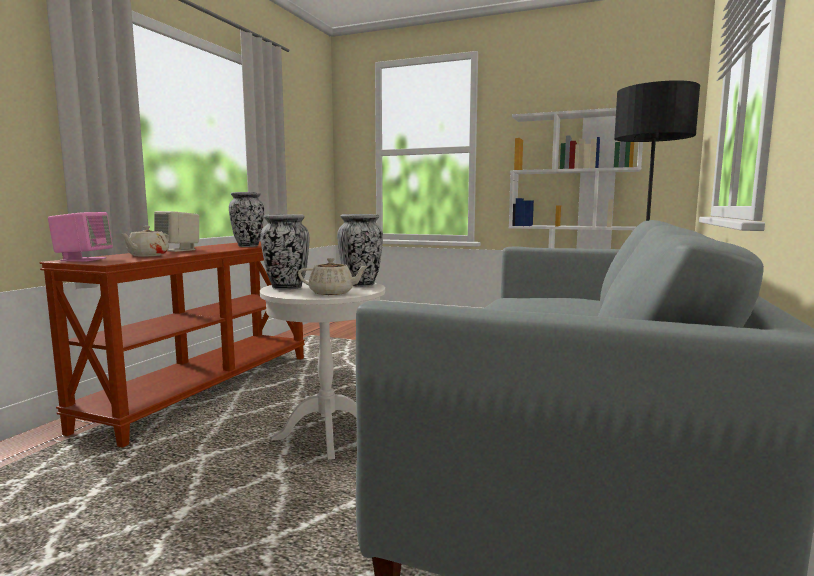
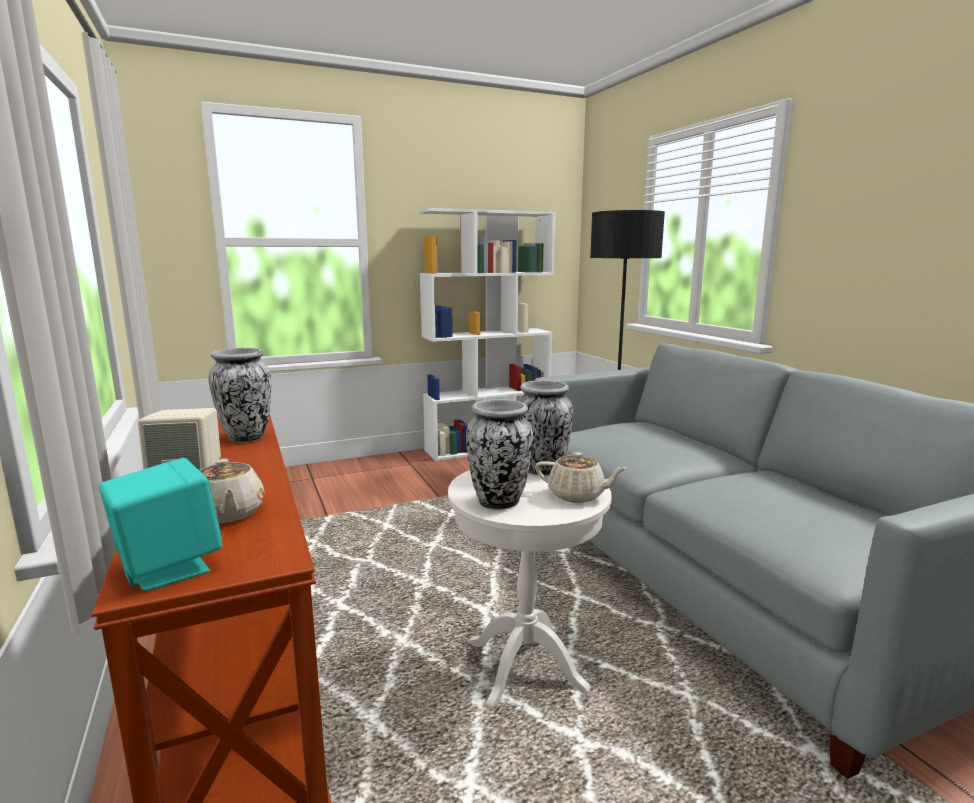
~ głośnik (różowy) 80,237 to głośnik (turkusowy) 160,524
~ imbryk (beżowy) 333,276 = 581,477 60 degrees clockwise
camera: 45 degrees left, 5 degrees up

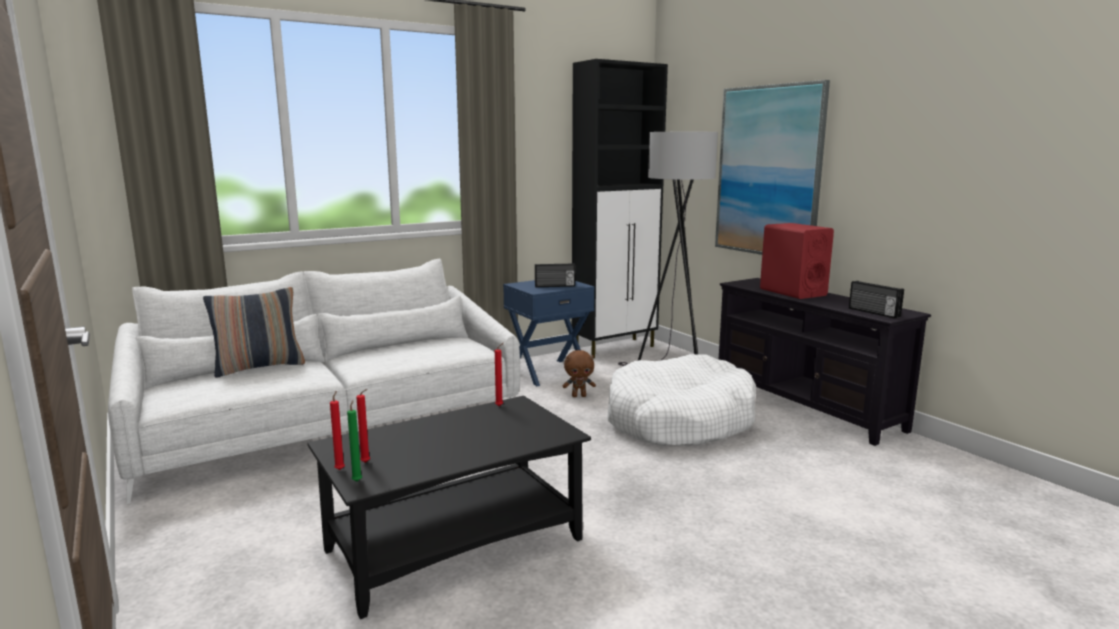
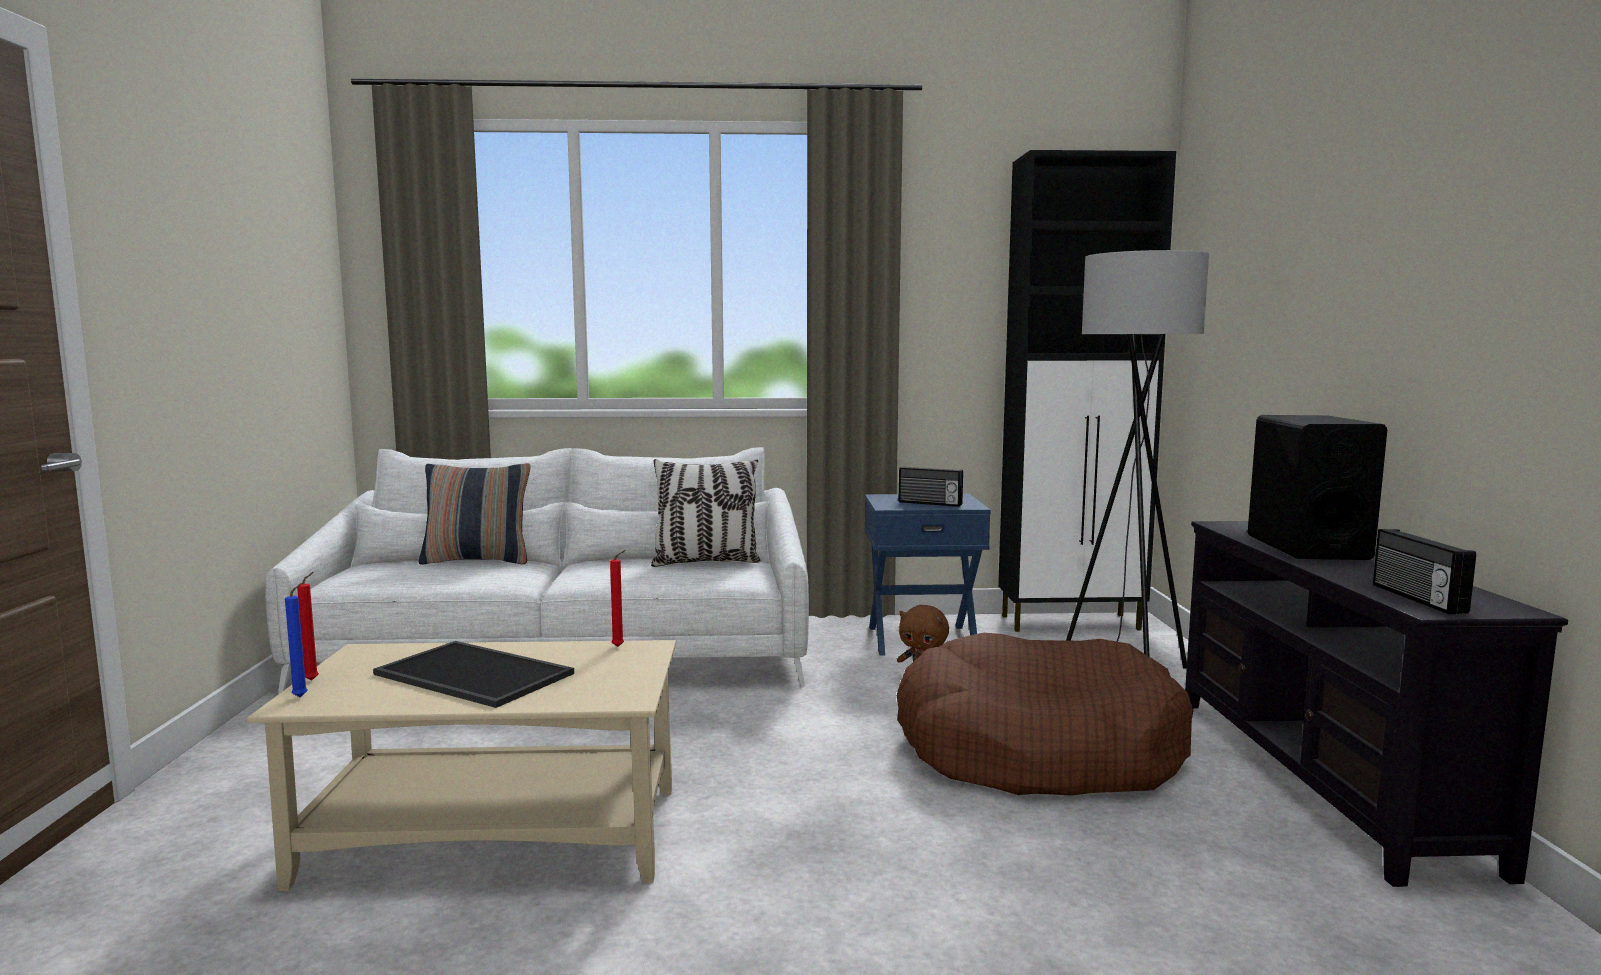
~ ława (czarny) 449,507 to ława (beżowy) 461,765
~ świeca (zielony) 354,441 to świeca (niebieski) 296,640
- świeca (czerwony) 363,426
~ legowisko (biały) 681,400 to legowisko (brązowy) 1045,714
- obraz 772,167
~ głośnik (czerwony) 797,261 to głośnik (czarny) 1317,487
+ taca 473,674
+ poduszka 706,513
camera: 30 degrees right, 5 degrees down

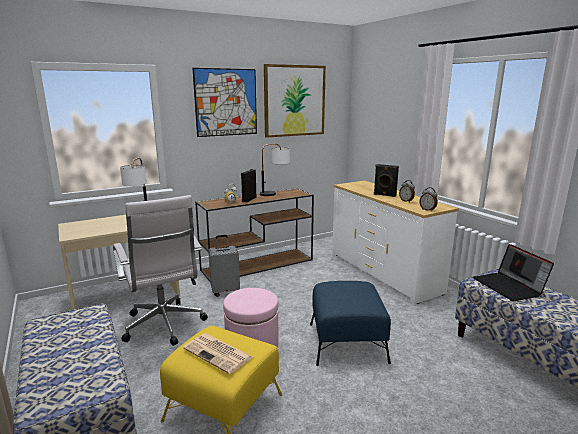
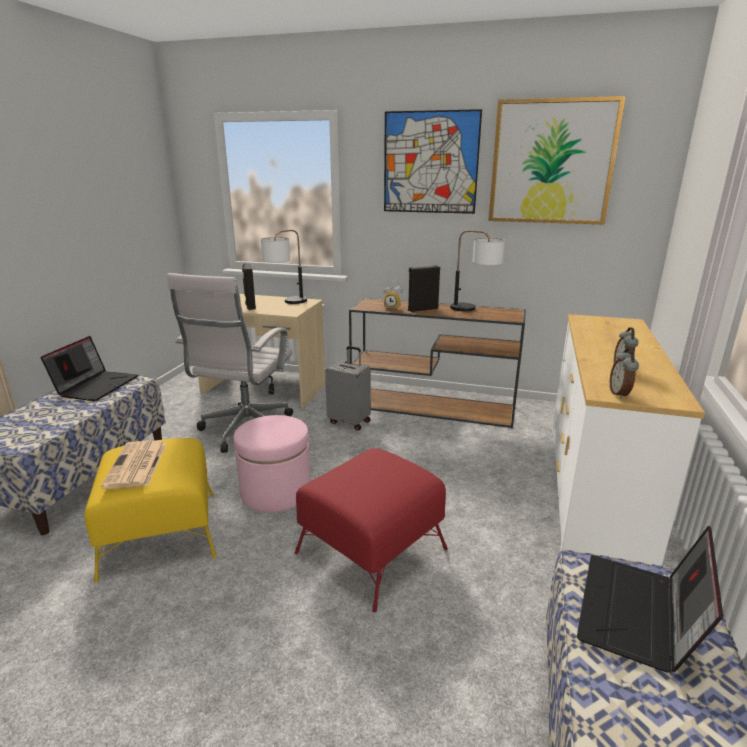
~ pufa (niebieski) 350,323 to pufa (czerwony) 371,530
~ głośnik (czarny) 386,180 to 249,286
+ laptop 89,368
camera: 45 degrees right, 5 degrees up

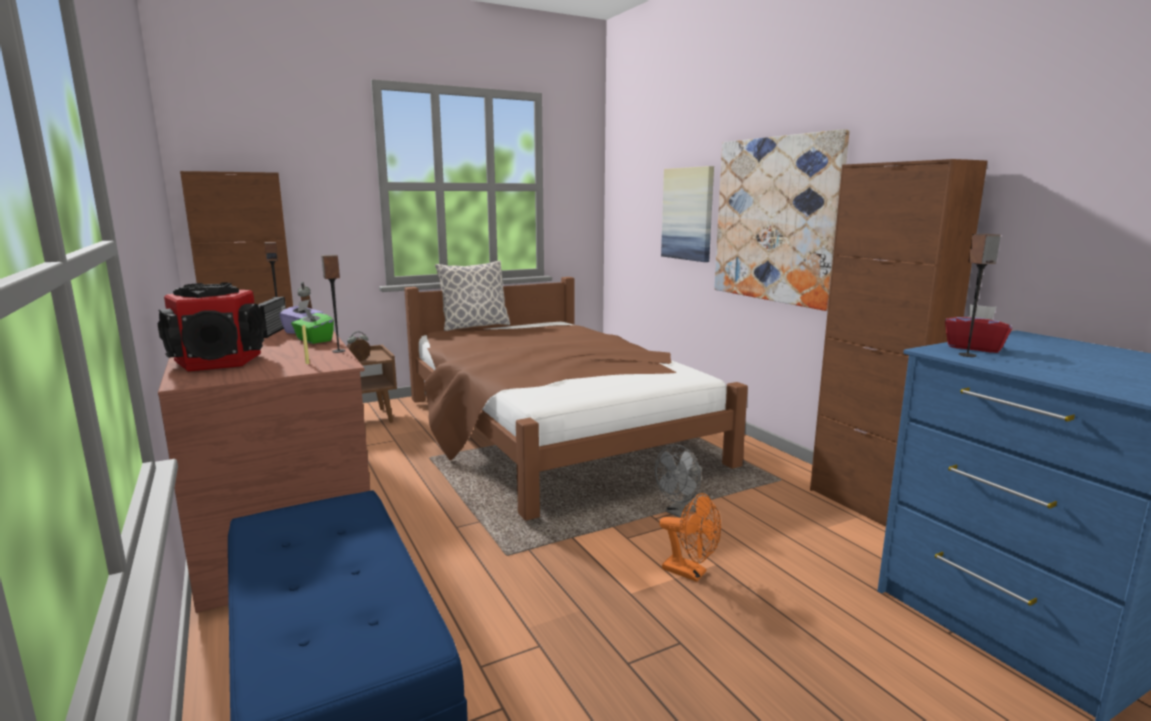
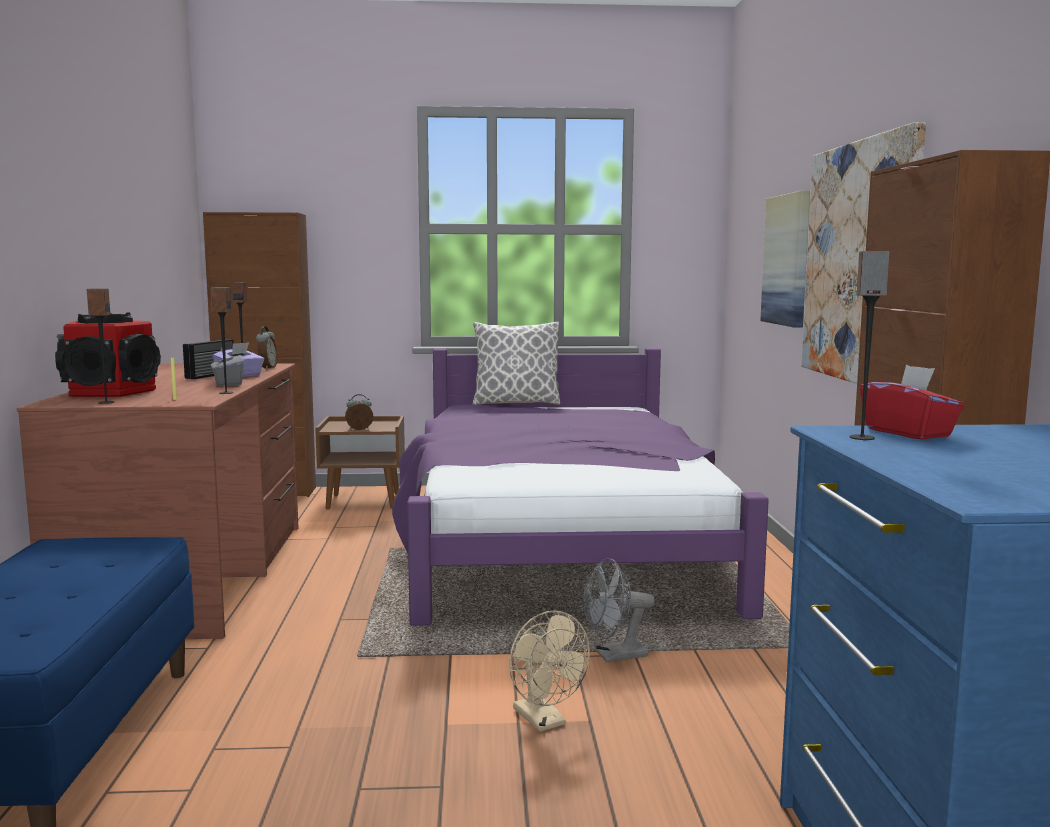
~ pudełko chusteczek (zielony) 312,325 to pudełko chusteczek (szary) 227,367
~ łóżko (brązowy) 576,399 to łóżko (fioletowy) 580,487
~ wentylator (pomarańczowy) 690,537 to wentylator (beżowy) 549,671
+ głośnik 100,346
camera: 25 degrees right, 5 degrees down

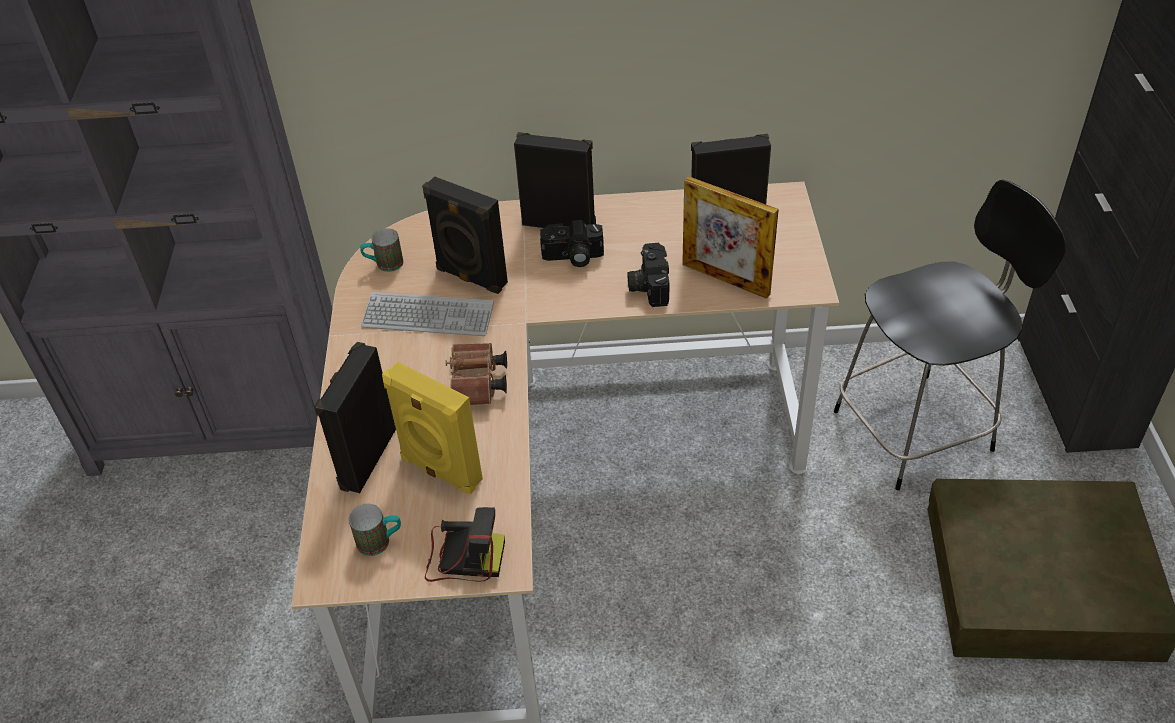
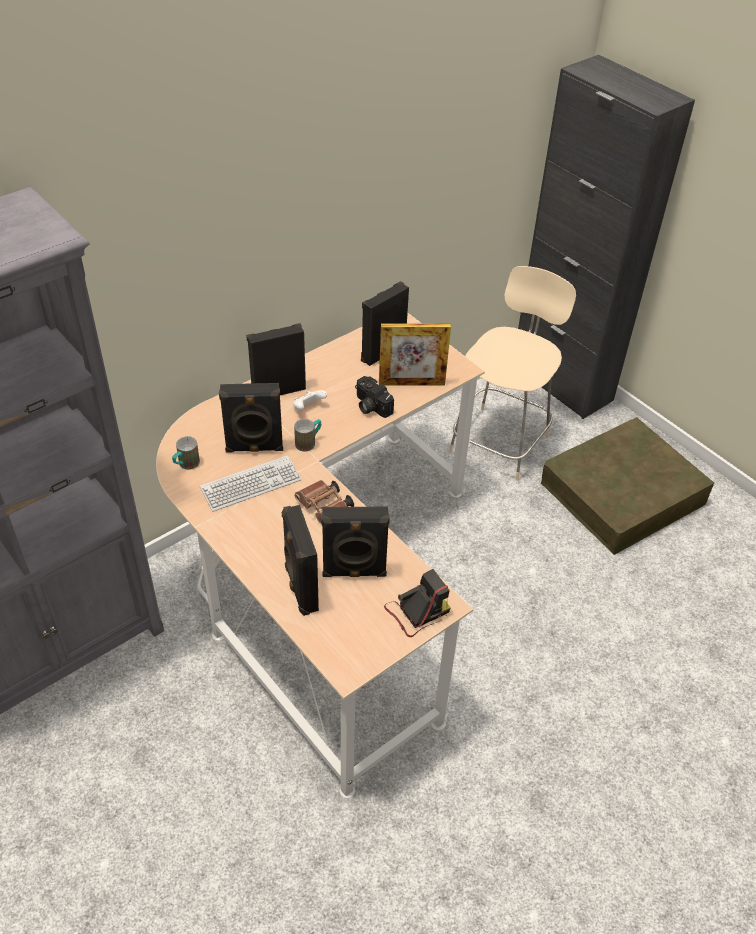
~ kubek 375,530 to 307,435
~ głośnik (żółty) 432,428 to głośnik (czarny) 355,542
~ aparat fotograficzny 572,243 to pad do gier (biały) 310,400
~ krzesło (czarny) 950,334 to krzesło (beżowy) 512,373
camera: 40 degrees left, 0 degrees up

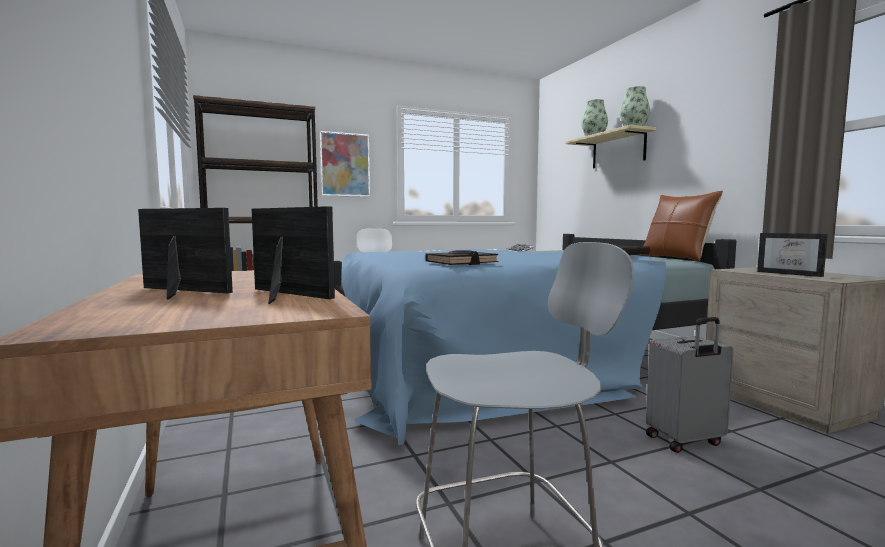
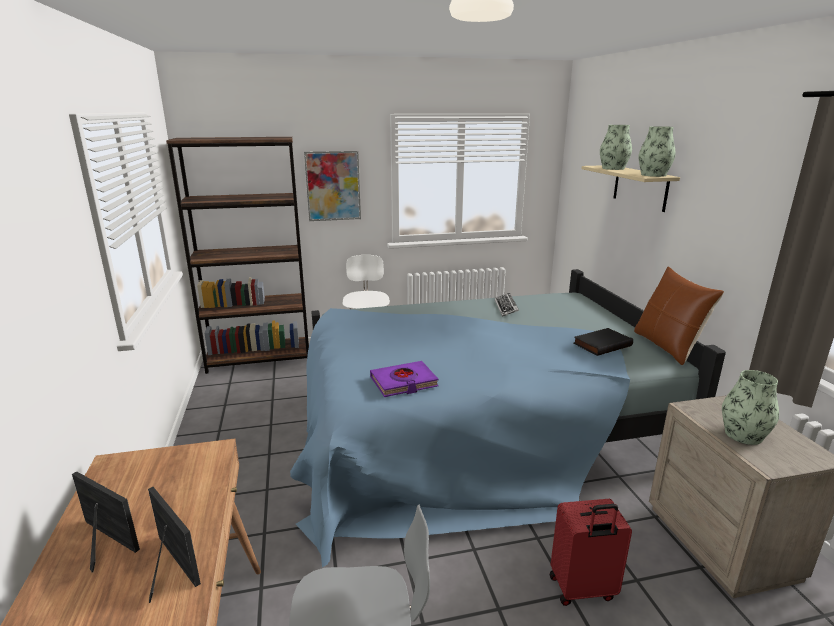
~ książka (czarny) 461,257 to książka (fioletowy) 404,379
~ walizka (szary) 690,385 to walizka (czerwony) 591,552
~ ramka na zdjęcie 792,255 to wazon 750,407
camera: 10 degrees right, 15 degrees up

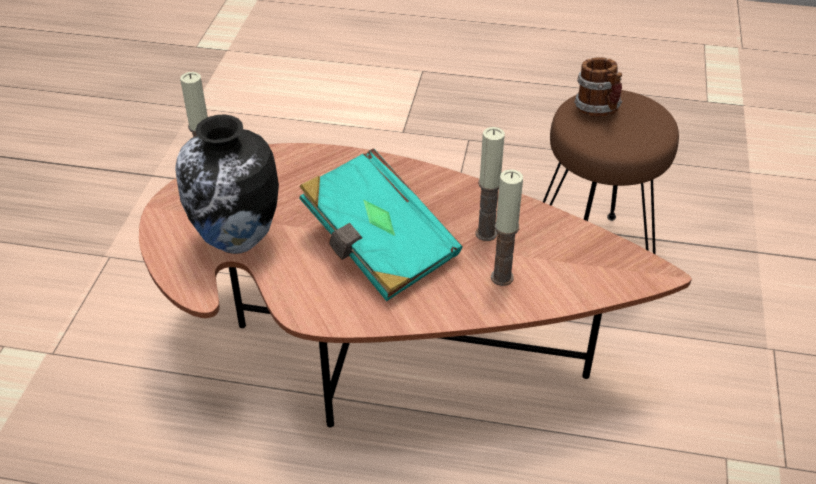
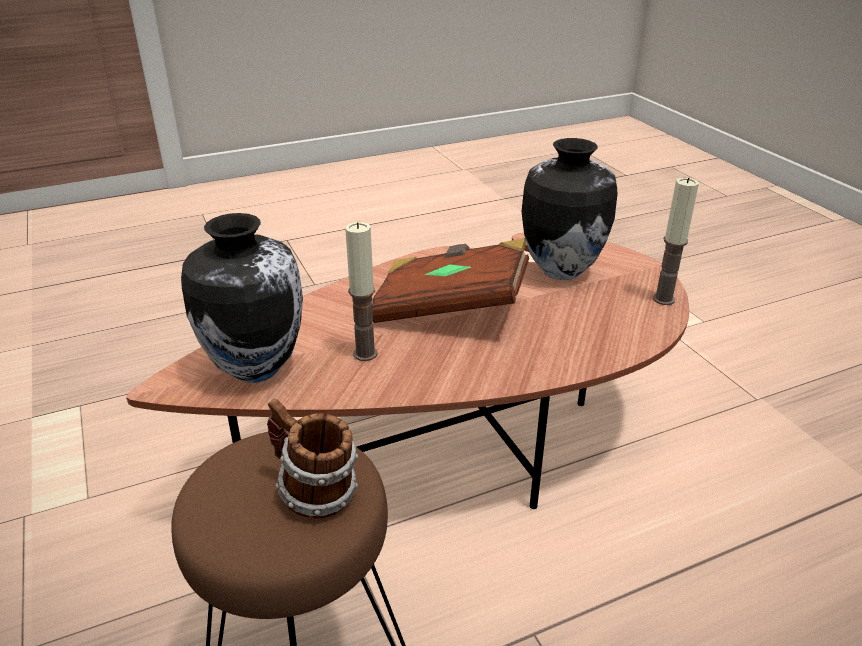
~ książka (turkusowy) 381,224 to książka (brązowy) 450,280
- świeca 507,227
+ wazon 242,298
camera: 145 degrees right, 10 degrees down

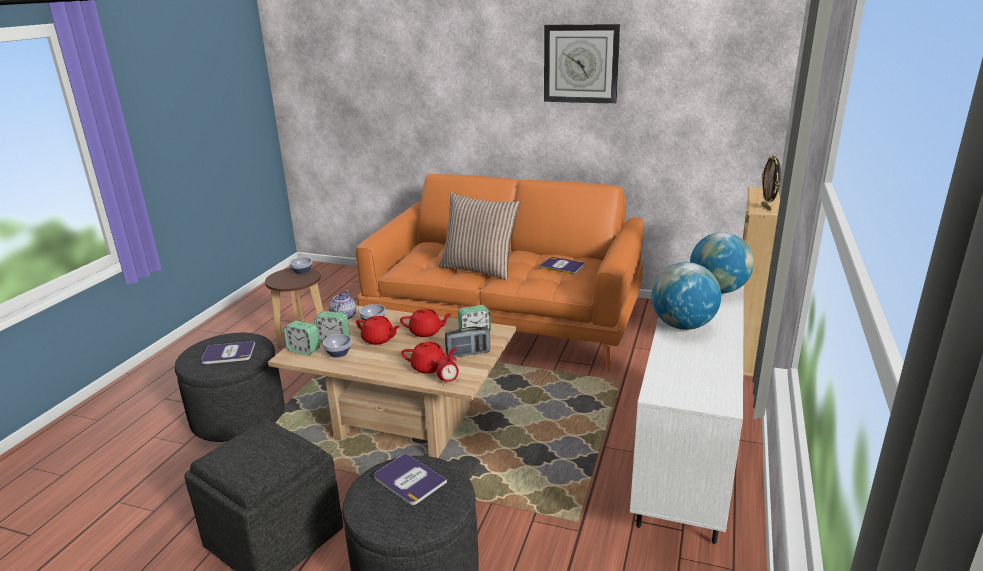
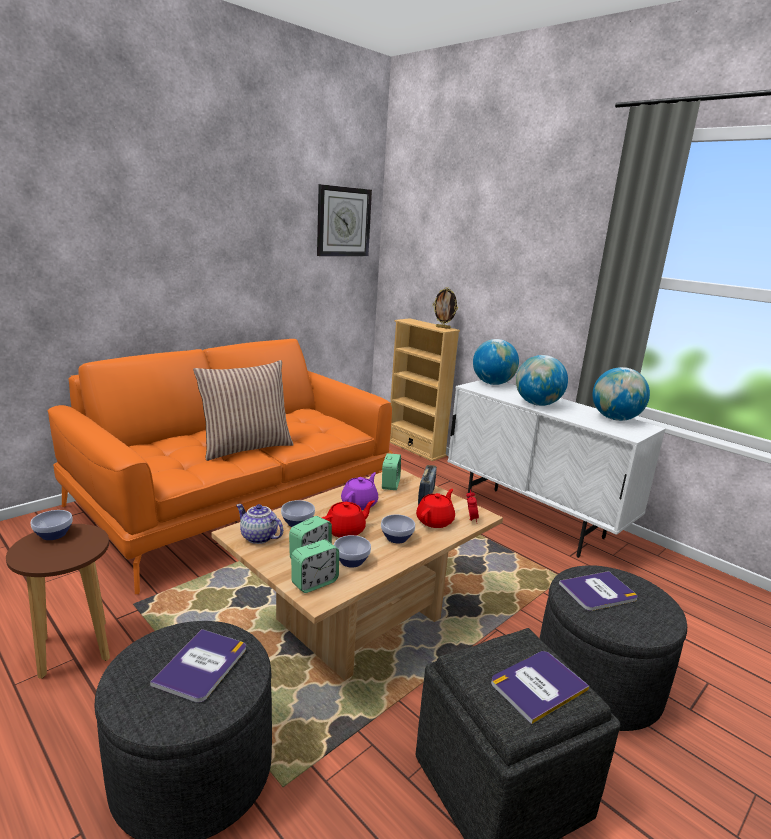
~ imbryk (czerwony) 426,323 to imbryk (fioletowy) 359,491
~ książka 561,266 to 540,687
~ zegar ścienny 582,64 to 344,220
+ miska 398,529
+ globus 621,394
camera: 65 degrees left, 5 degrees down

